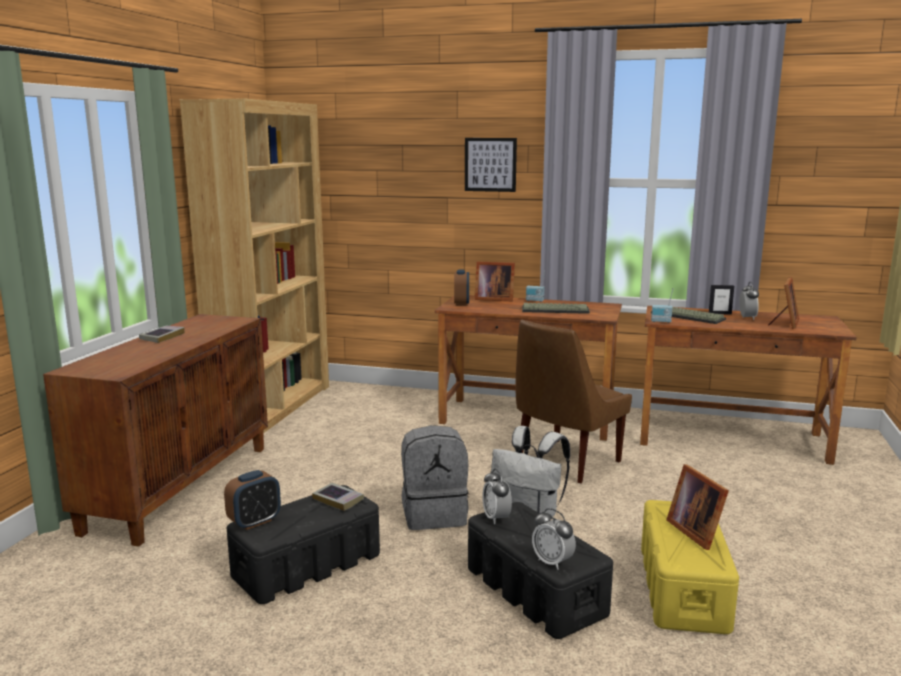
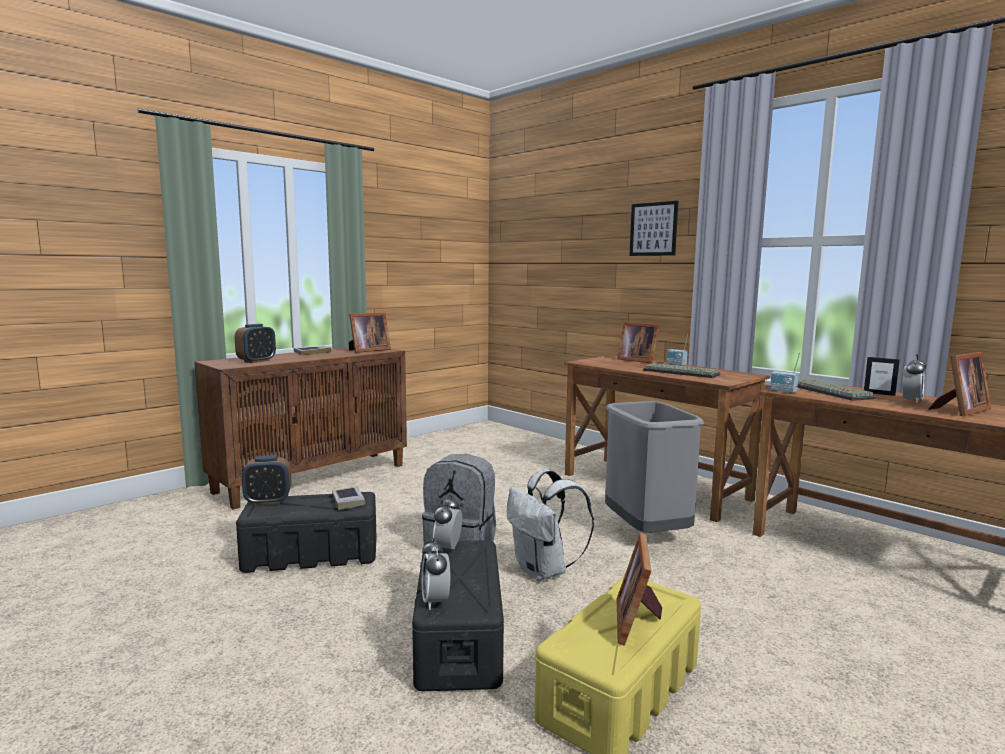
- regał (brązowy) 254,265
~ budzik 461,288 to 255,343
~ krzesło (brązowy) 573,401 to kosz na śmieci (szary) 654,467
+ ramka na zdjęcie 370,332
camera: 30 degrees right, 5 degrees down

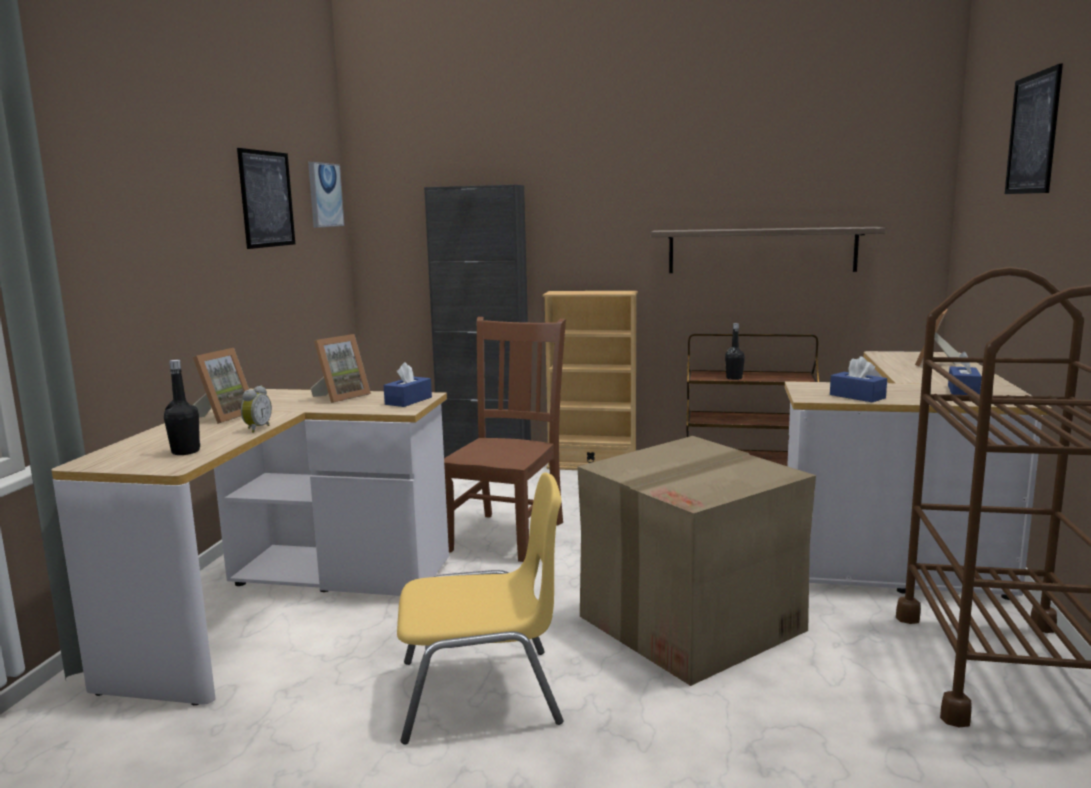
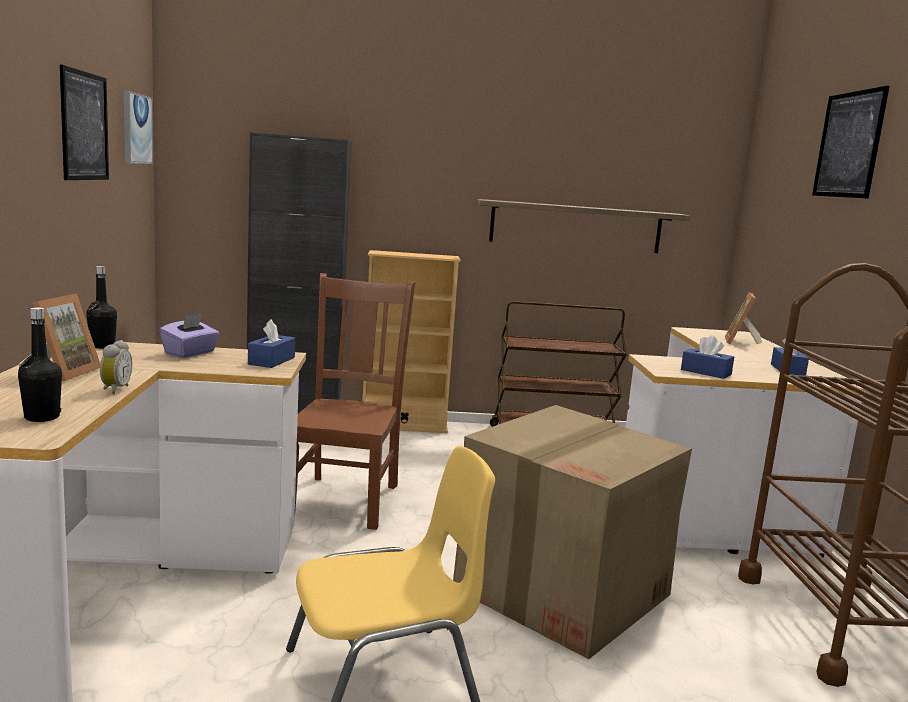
~ ramka na zdjęcie 341,368 to pudełko chusteczek (fioletowy) 189,336
~ butelka (czarny) 735,351 to 101,307
camera: 15 degrees left, 0 degrees up

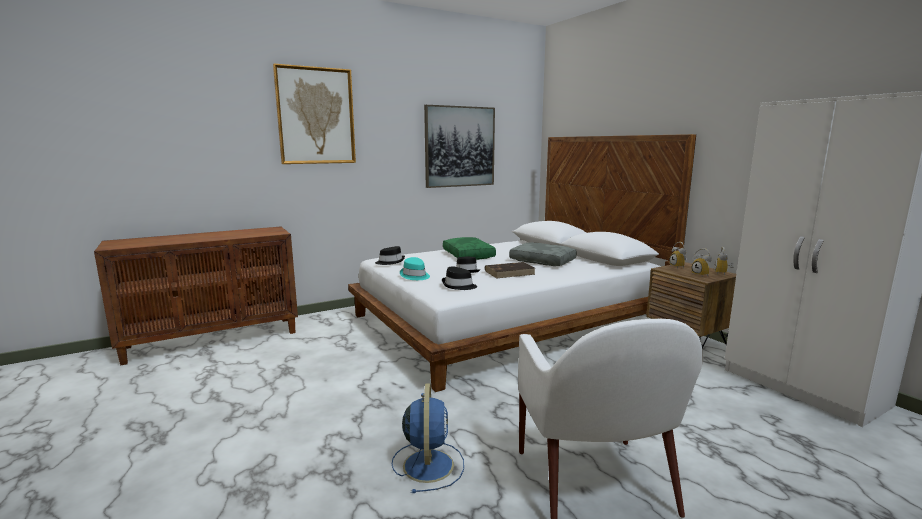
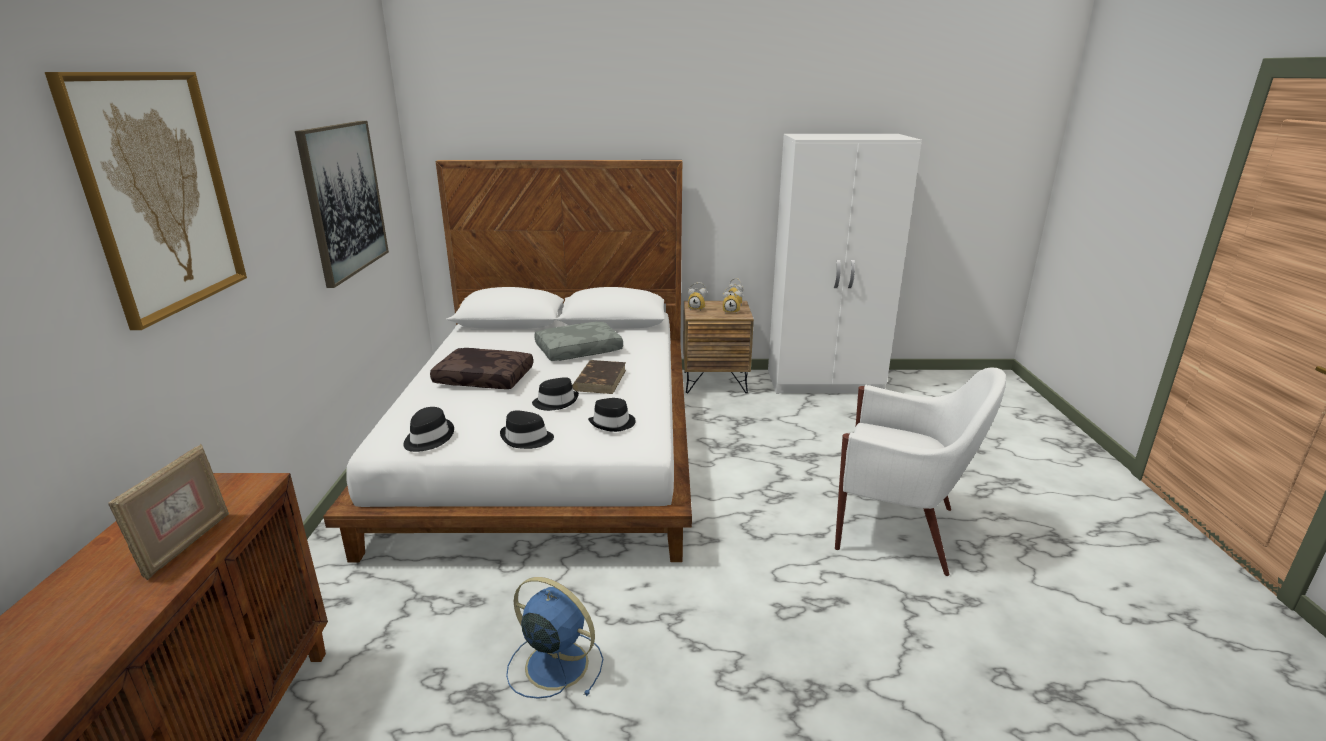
~ wentylator (niebieski) 428,438 to 554,638
~ kapelusz (turkusowy) 415,268 to kapelusz (czarny) 527,430
~ poduszka (zielony) 469,248 to poduszka (brązowy) 481,368
+ ramka na zdjęcie 168,512
camera: 60 degrees left, 10 degrees up

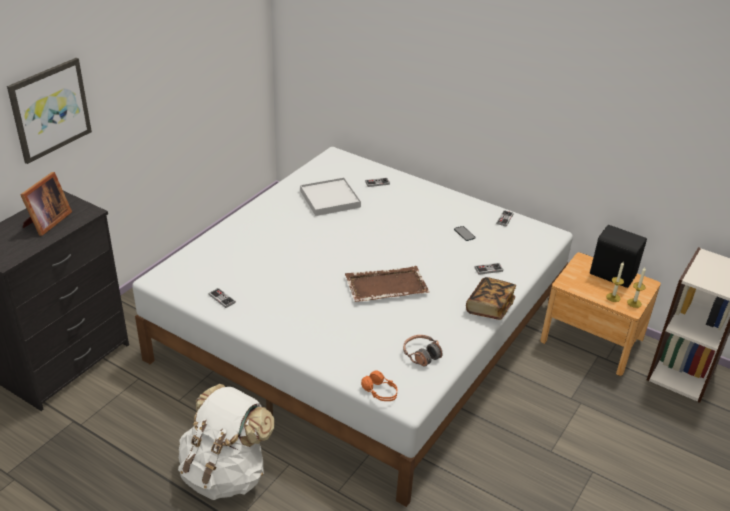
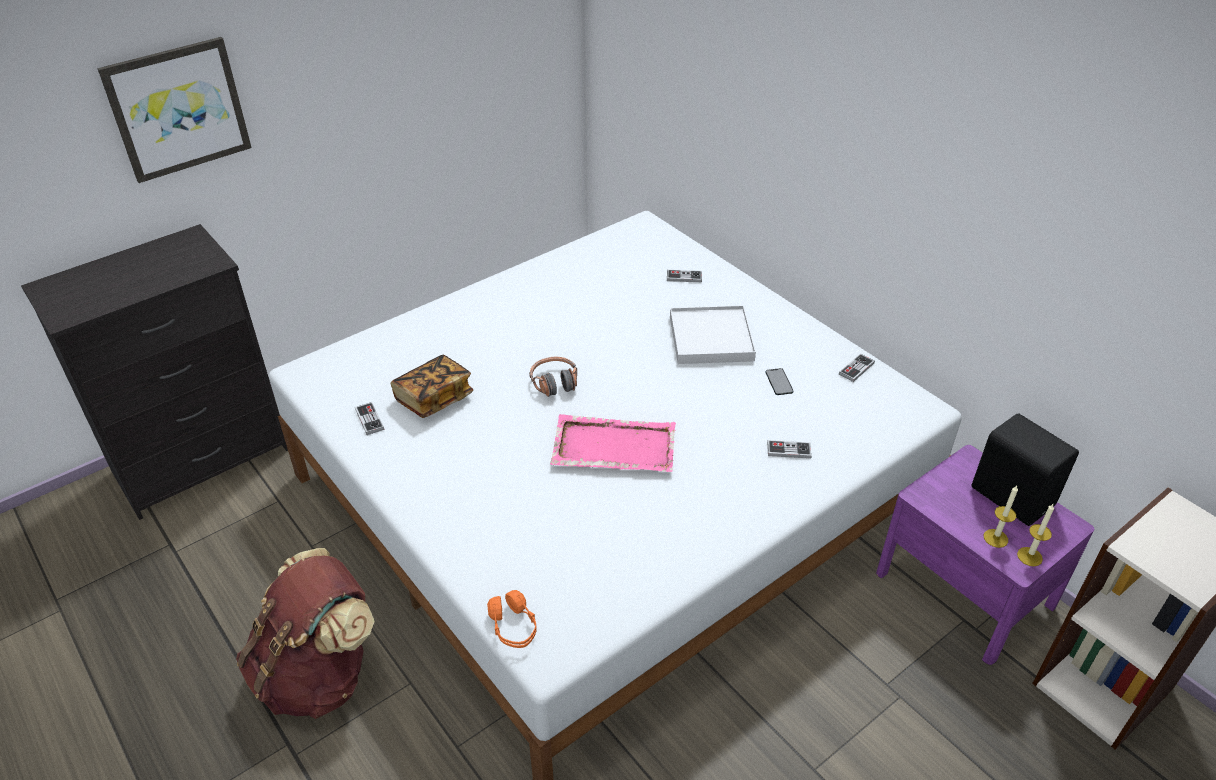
- ramka na zdjęcie 46,204
~ plecak (biały) 226,442 to plecak (brązowy) 305,633
~ taca (biały) 330,196 to 713,334
~ taca (brązowy) 387,284 to taca (różowy) 613,443
~ słuchawki 422,350 to 553,377
~ książka 491,298 to 432,386
~ szafka nocna (brązowy) 600,314 to szafka nocna (fioletowy) 985,555
camera: 20 degrees right, 5 degrees up

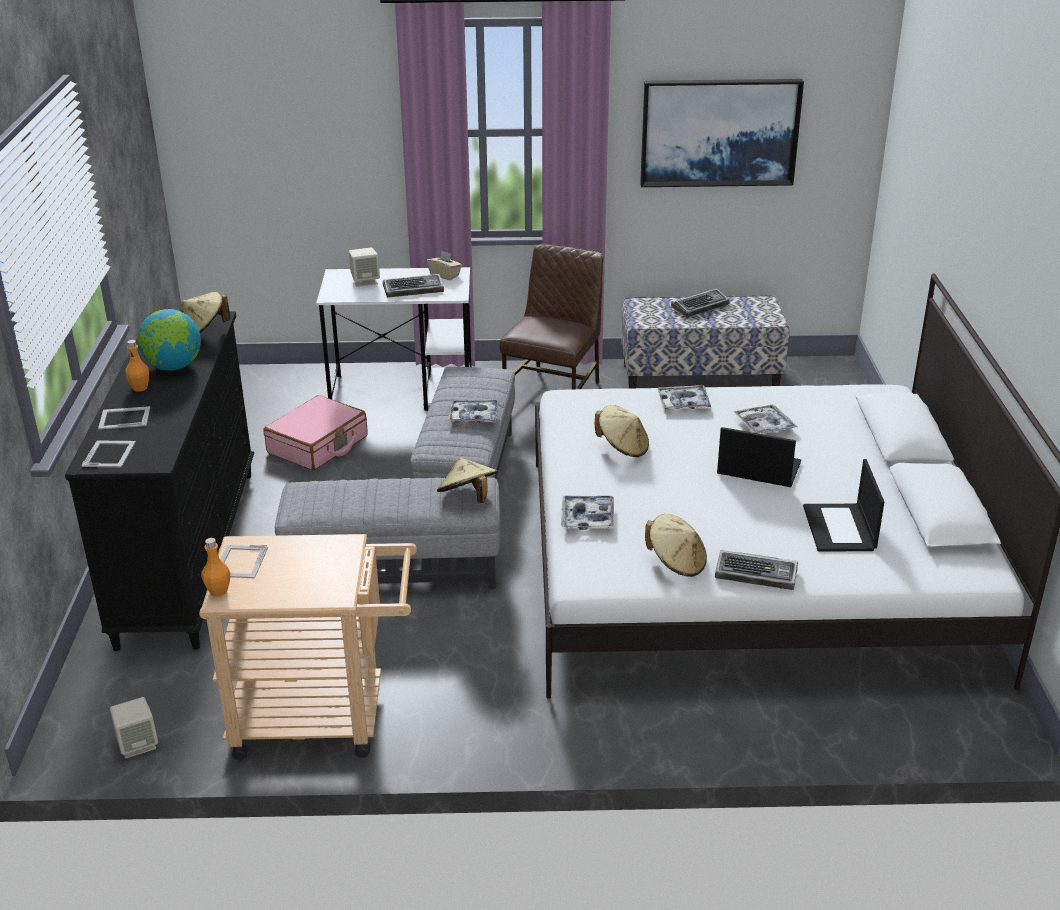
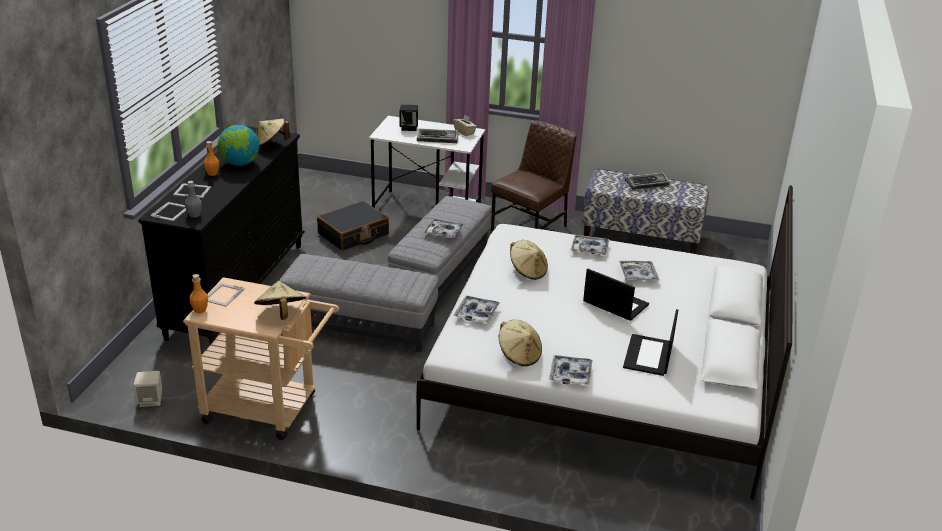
~ walizka (różowy) 315,432 to walizka (czarny) 353,226
~ głośnik (beżowy) 364,267 to głośnik (czarny) 409,118
~ kapelusz (beżowy) 467,480 to 280,300
- obraz 722,133
~ klawiatura 756,569 to taca 570,370
+ butelka (szary) 193,199
camera: 15 degrees right, 0 degrees up

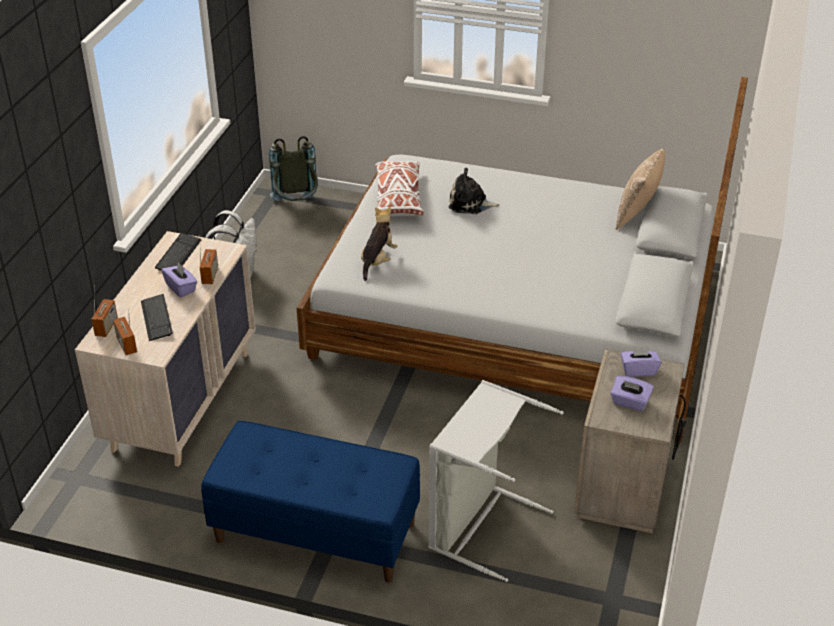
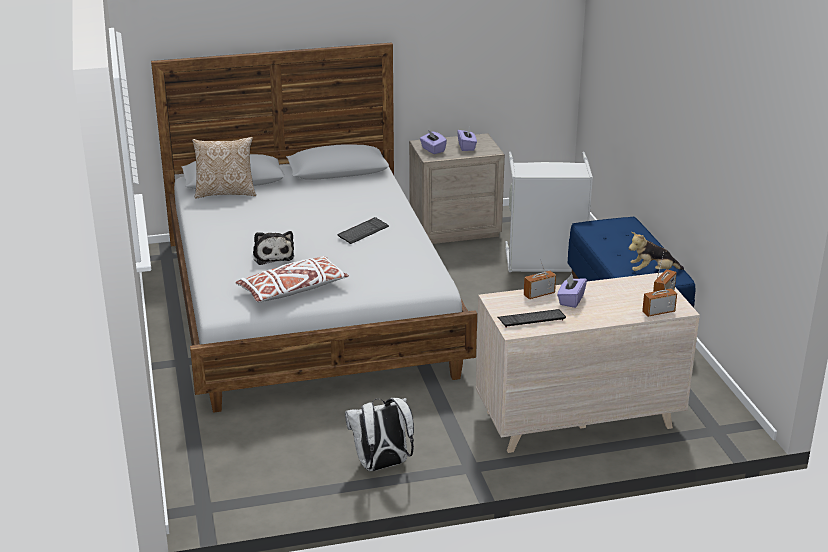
~ klawiatura 157,317 to 363,230
- plecak (szary) 293,168
~ pluszak 379,244 to 656,251
camera: 120 degrees left, 10 degrees down

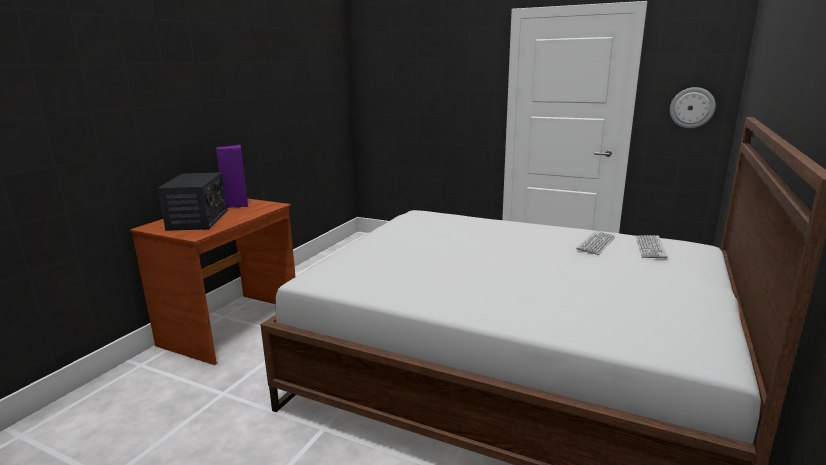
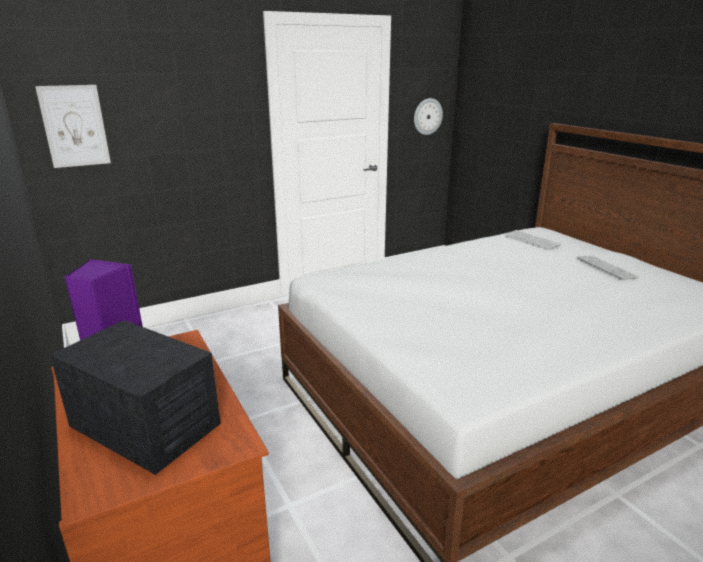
~ klawiatura 596,243 to 608,268
+ obraz 73,126
camera: 55 degrees left, 5 degrees up

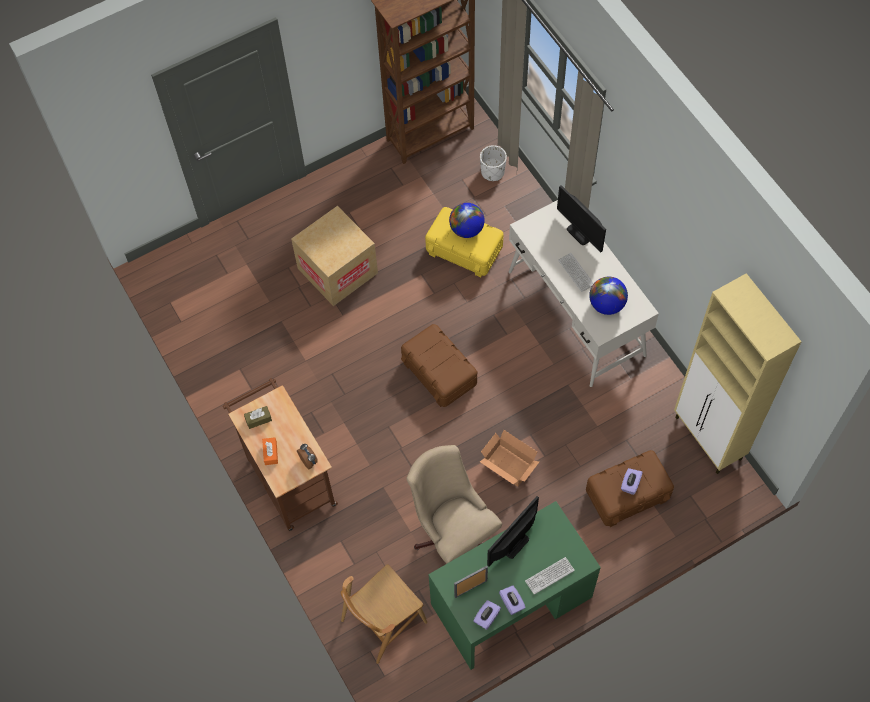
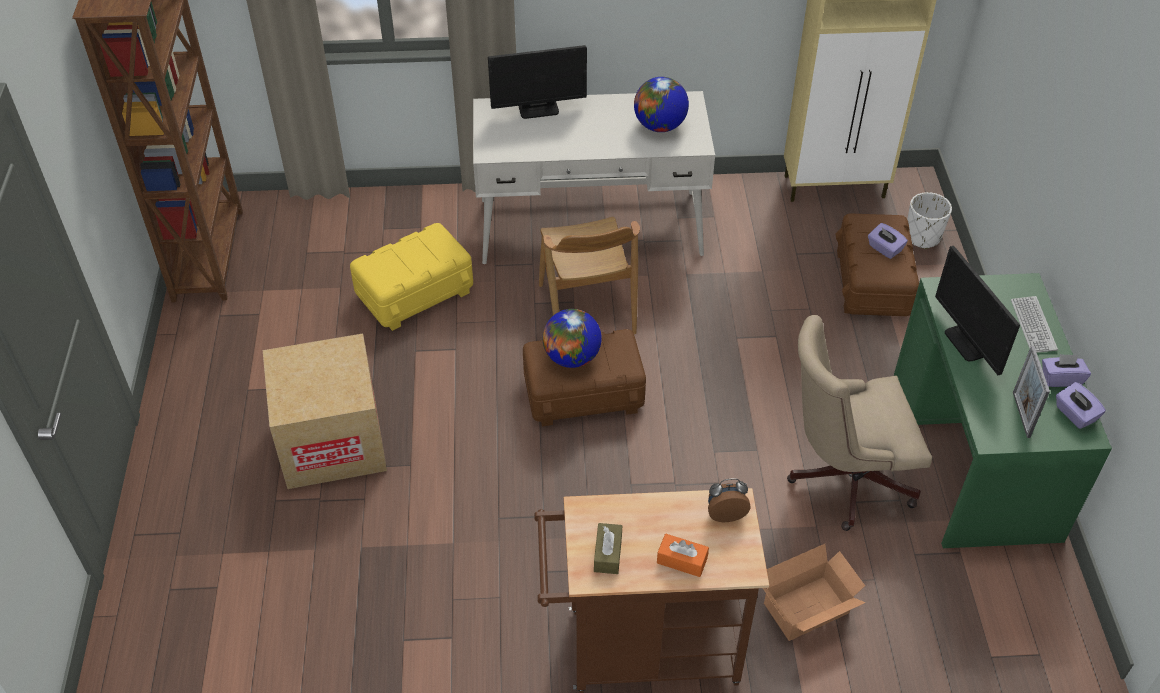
~ krzesło (brązowy) 384,614 to 589,275
~ globus 467,220 to 572,338
~ donica (biały) 493,163 to 929,220
~ karton 509,458 to 814,592
- klawiatura 576,272
camera: 65 degrees left, 15 degrees down

